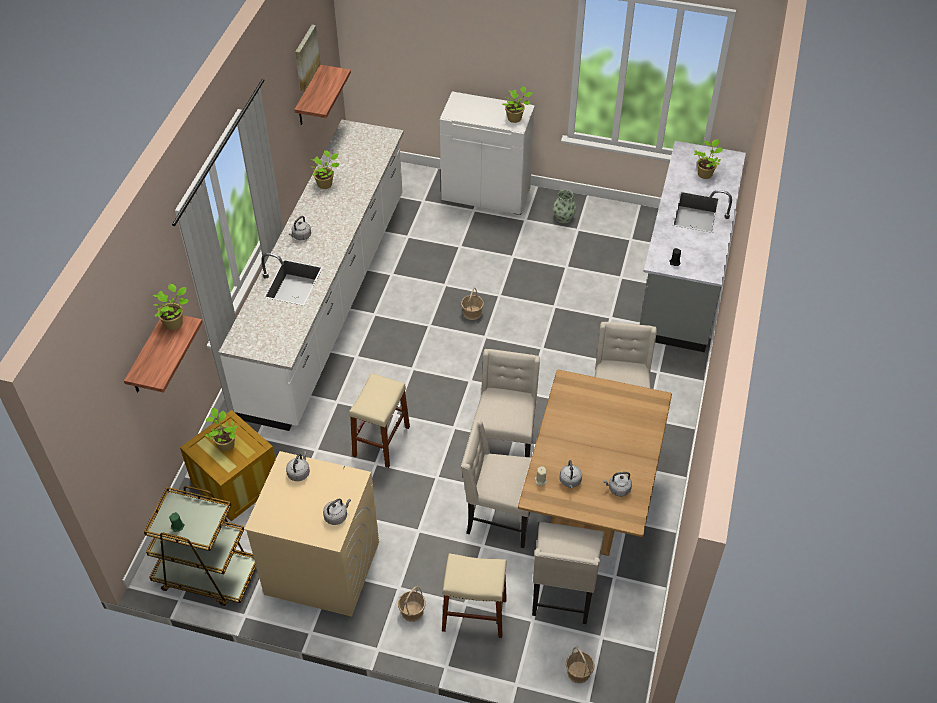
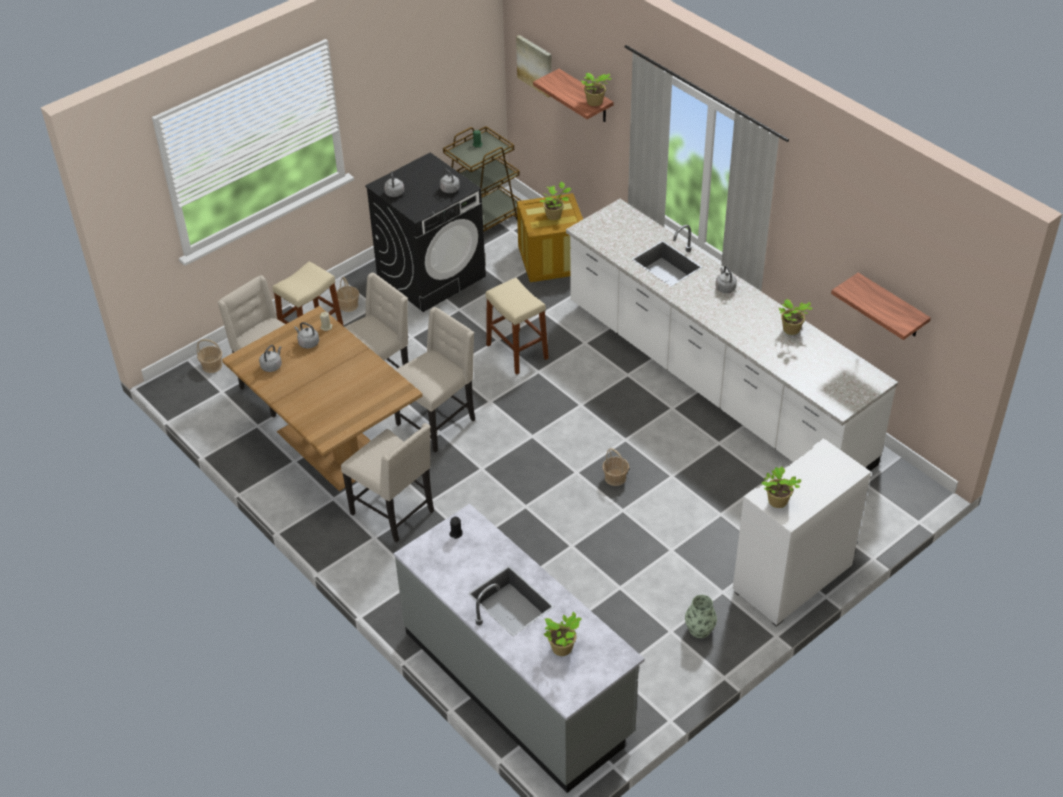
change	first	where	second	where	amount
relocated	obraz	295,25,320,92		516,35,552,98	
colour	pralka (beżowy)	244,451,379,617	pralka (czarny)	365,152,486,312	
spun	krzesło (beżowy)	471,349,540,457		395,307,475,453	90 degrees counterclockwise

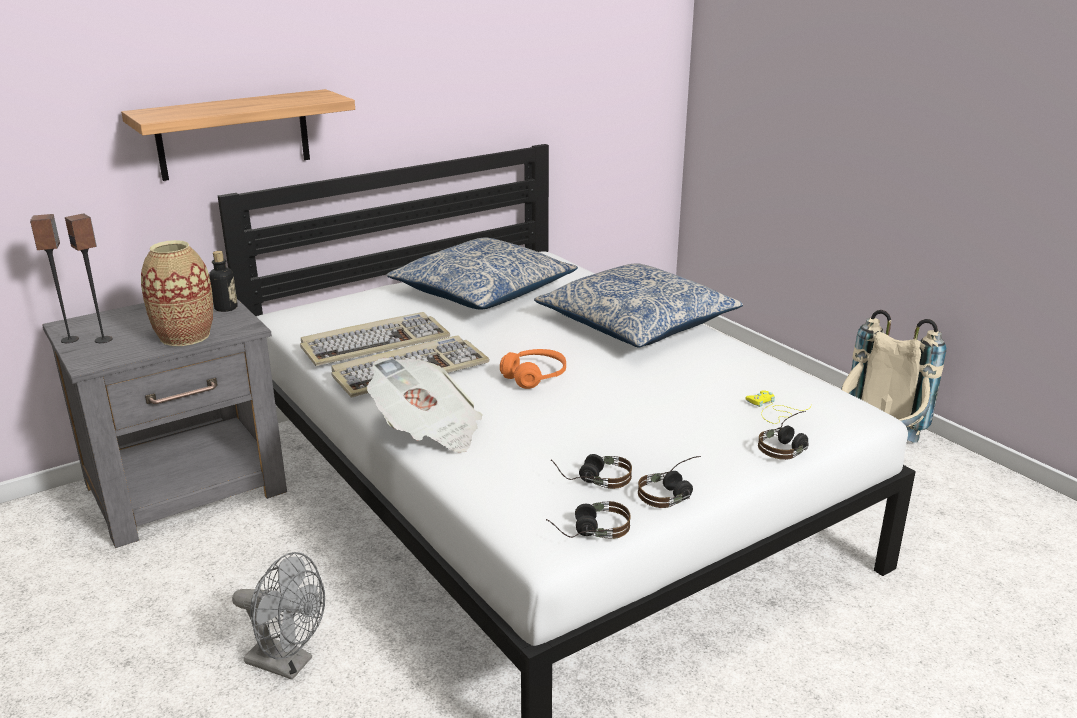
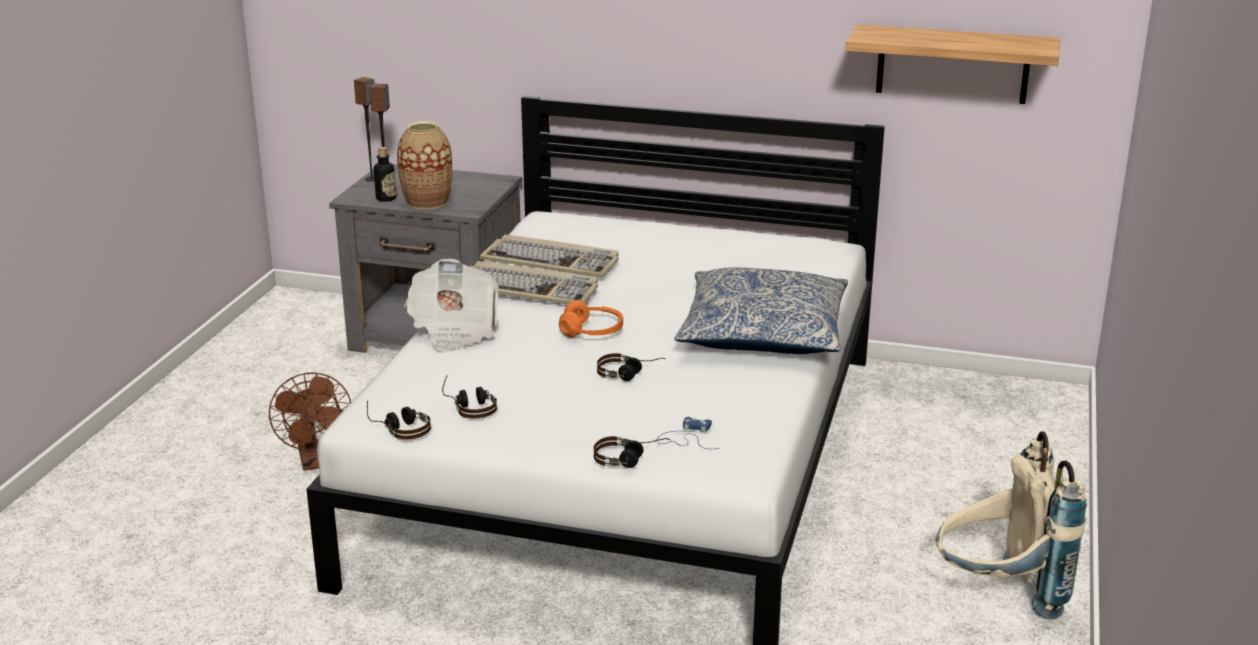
change	first	where	second	where	amount
missing	poduszka	387,238,578,309			
relocated	półka	121,89,355,181		845,24,1060,104	
relocated	butelka	209,251,238,312		374,147,396,202	
relocated	słuchawki	638,456,701,508		597,353,665,381	
colour	wentylator (szary)	232,552,325,680	wentylator (brązowy)	269,372,351,471	
colour	pad do gier (żółty)	745,390,811,424	pad do gier (niebieski)	657,417,718,449	

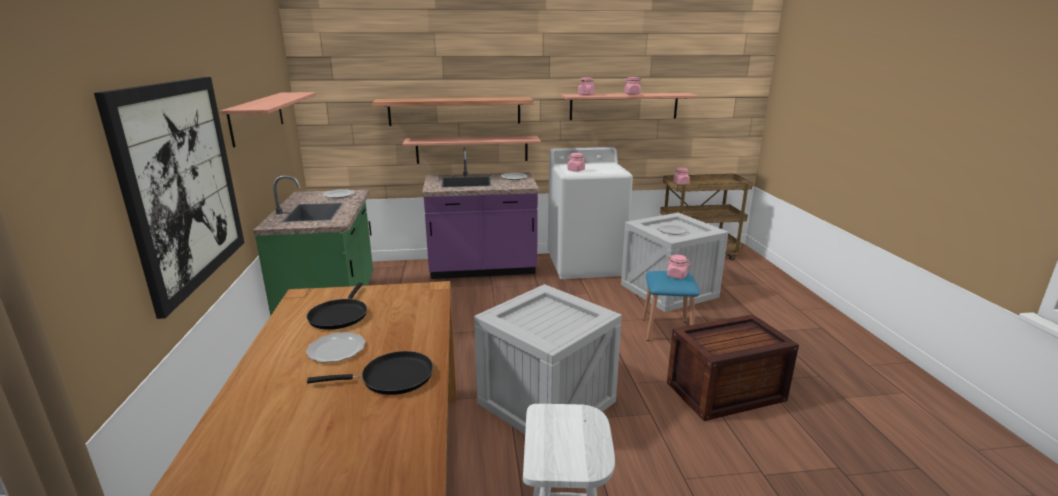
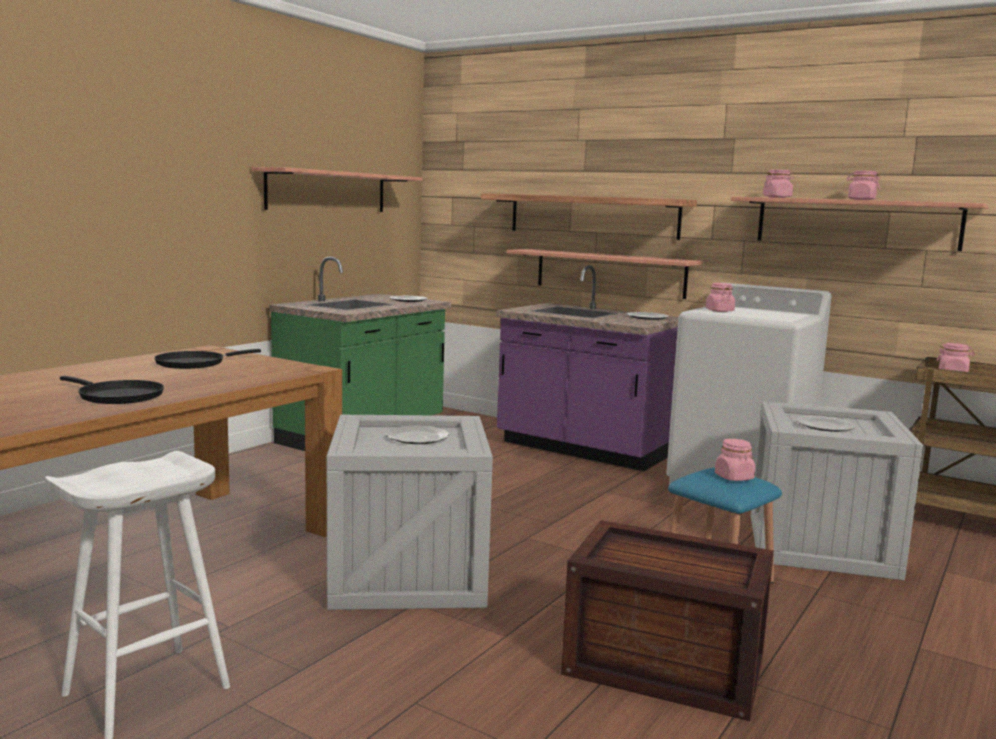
change	first	where	second	where	amount
missing	obraz	94,77,244,319			
relocated	talerz	306,332,366,362		386,425,449,444	

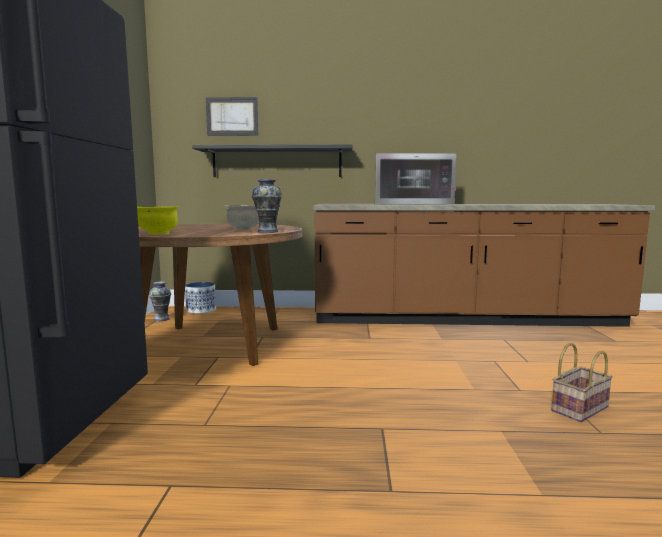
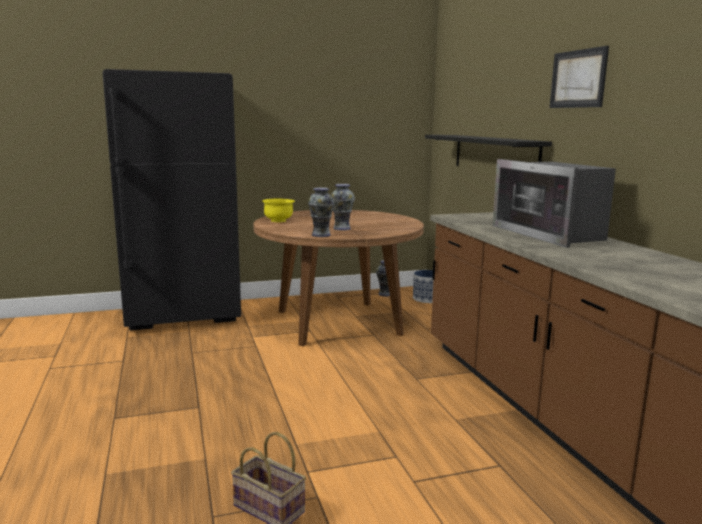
change	first	where	second	where	amount
relocated	obraz	206,97,258,136		550,46,609,108	
exchanged	miska (beżowy)	225,205,259,230	wazon	331,184,355,231	

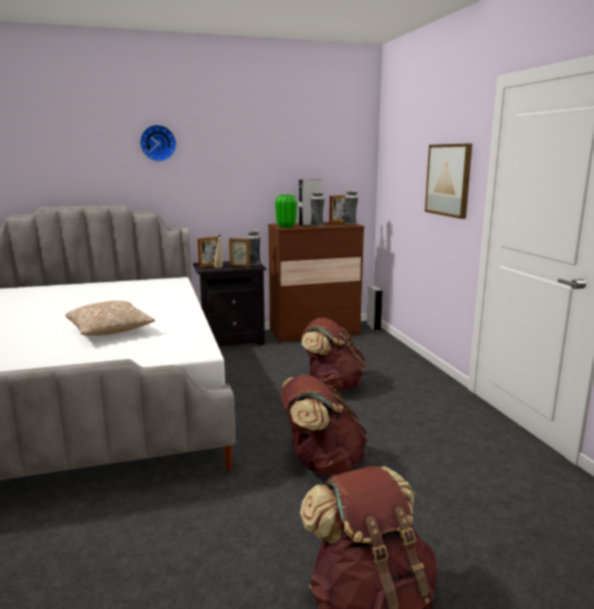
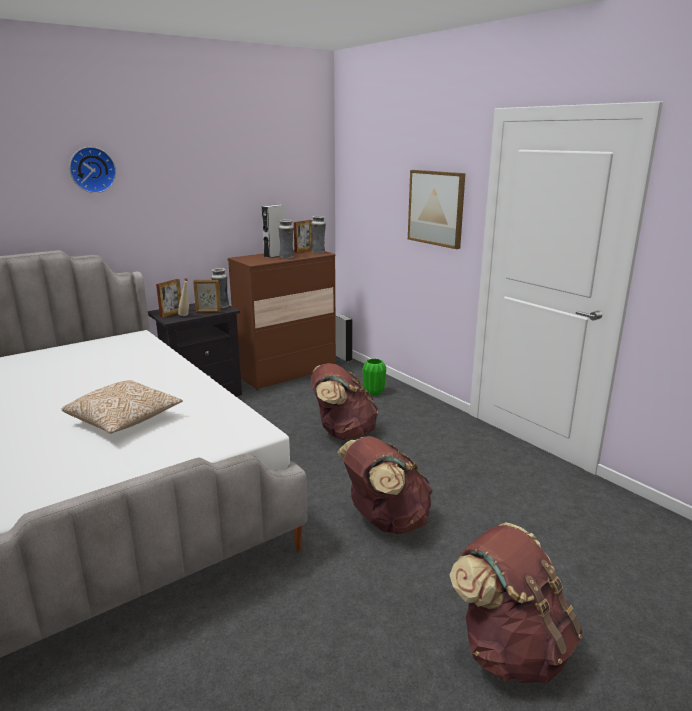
change	first	where	second	where	amount
relocated	wazon (zielony)	275,195,297,228		363,359,386,396	

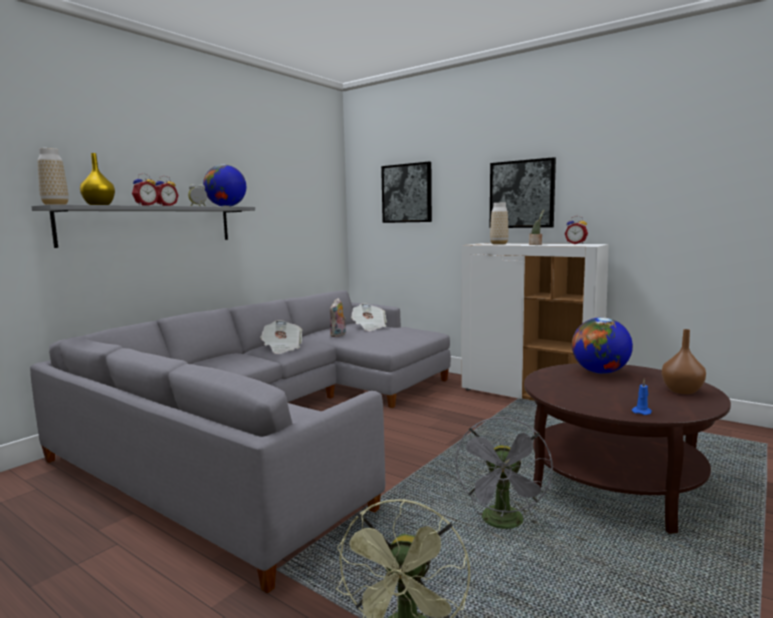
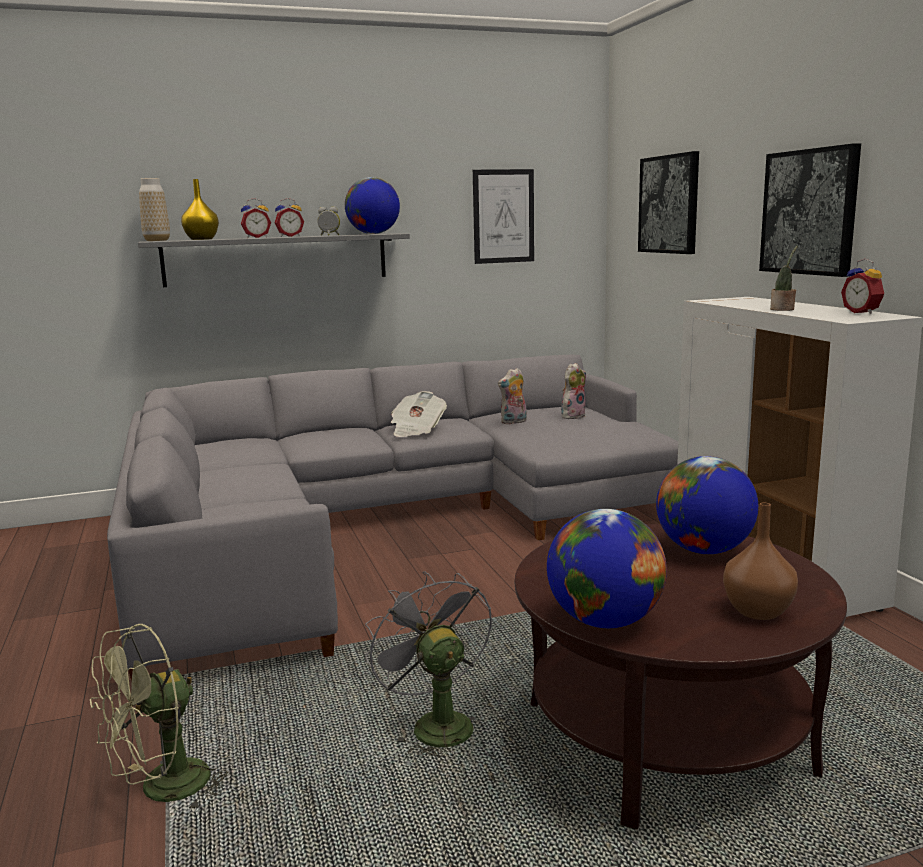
change	first	where	second	where	amount
missing	wazon	490,203,509,245			
appeared			obraz	473,169,534,264	
exchanged	gazeta	351,303,387,331	pluszak	561,363,586,419	
exchanged	świeca (niebieski)	632,380,652,415	globus	547,509,667,628	
spun	wentylator (szary)	455,417,553,529		365,571,492,760	105 degrees clockwise

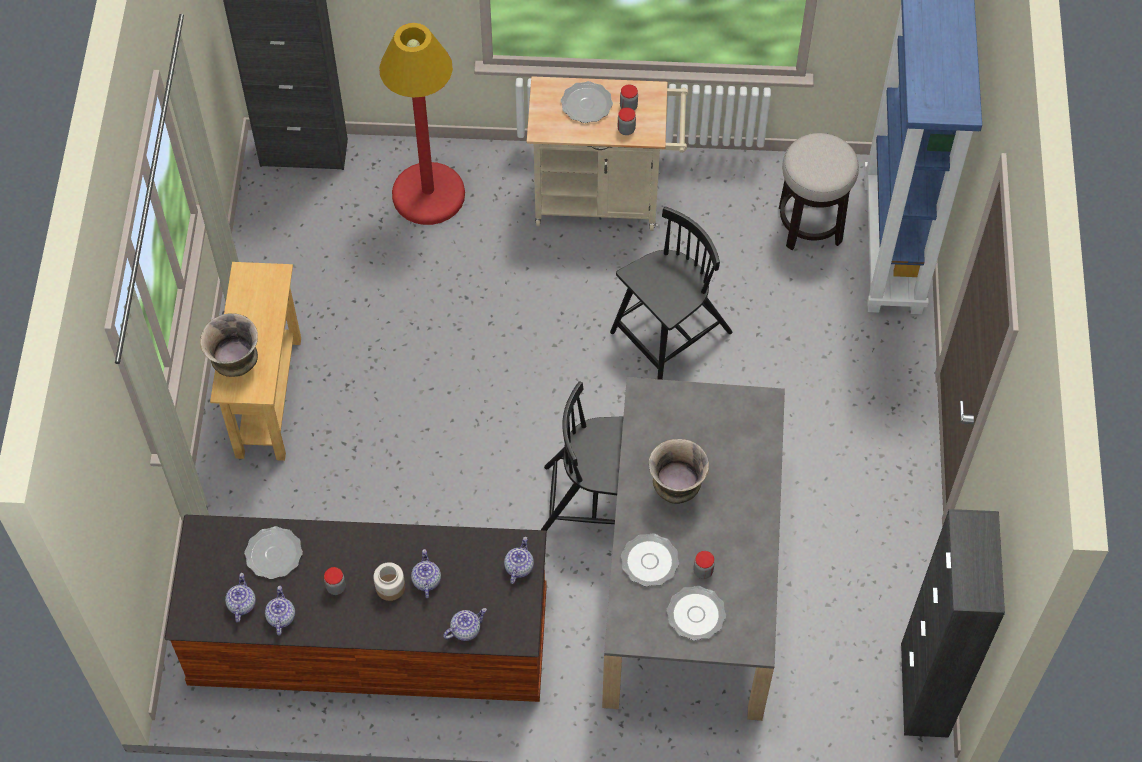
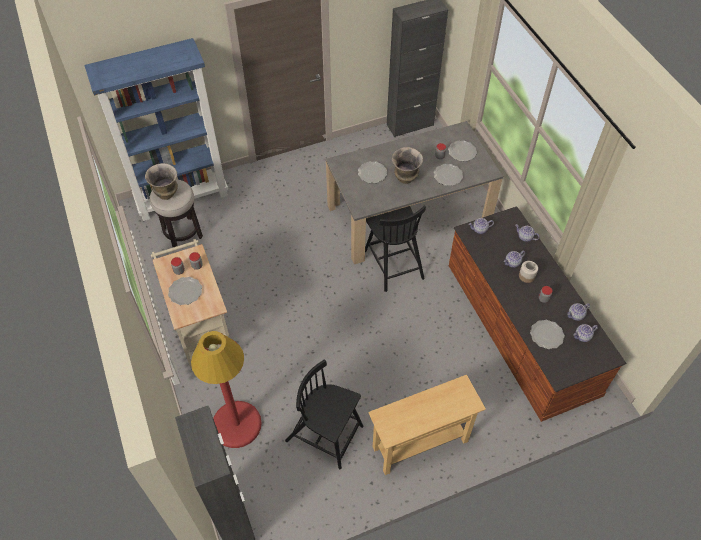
change	first	where	second	where	amount
appeared			talerz	358,161,387,183	
relocated	wazon	200,313,258,377		145,163,178,200	
relocated	krzesło (czarny)	610,206,732,380		285,359,364,469	

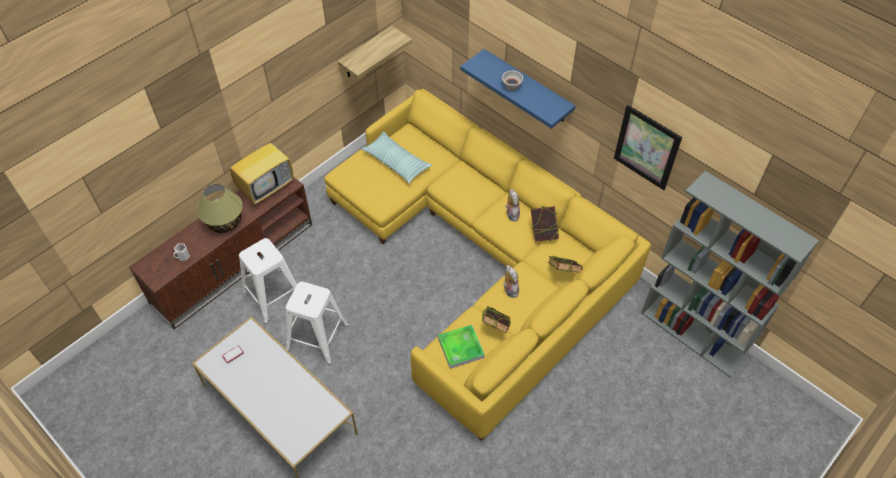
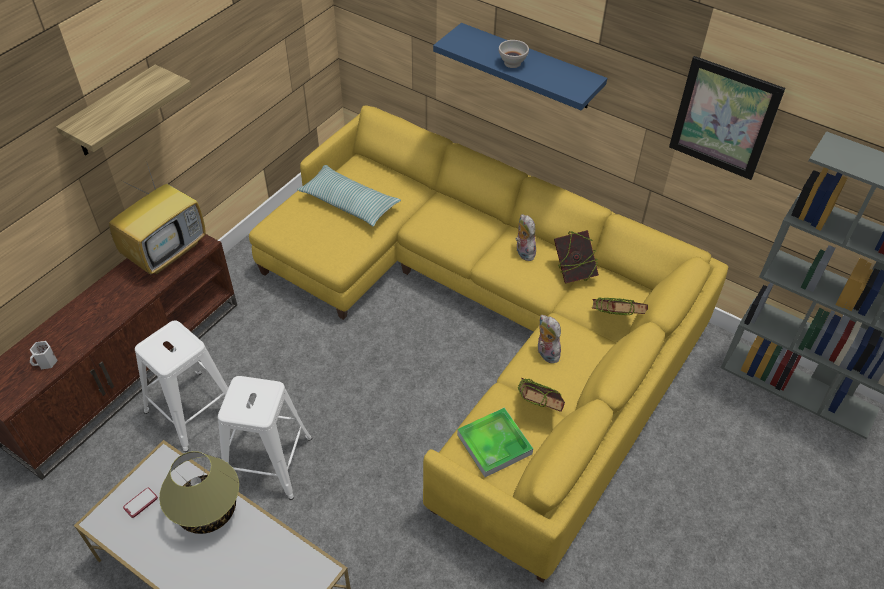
change	first	where	second	where	amount
relocated	lampa stołowa	197,184,242,233		159,451,239,534	
relocated	półka	338,26,412,79		56,64,191,156	

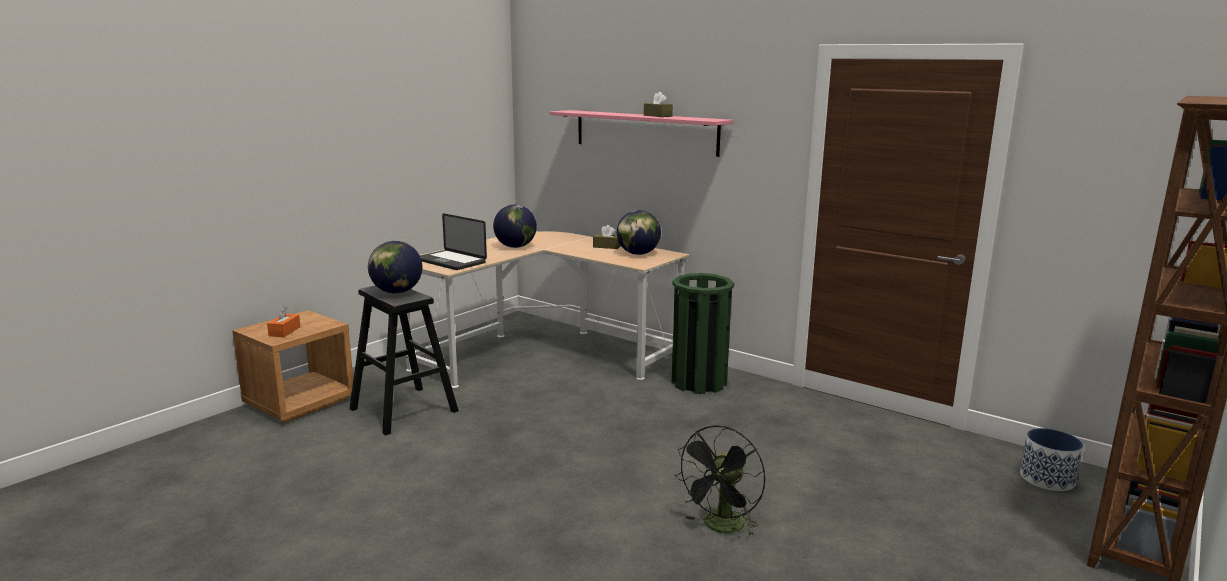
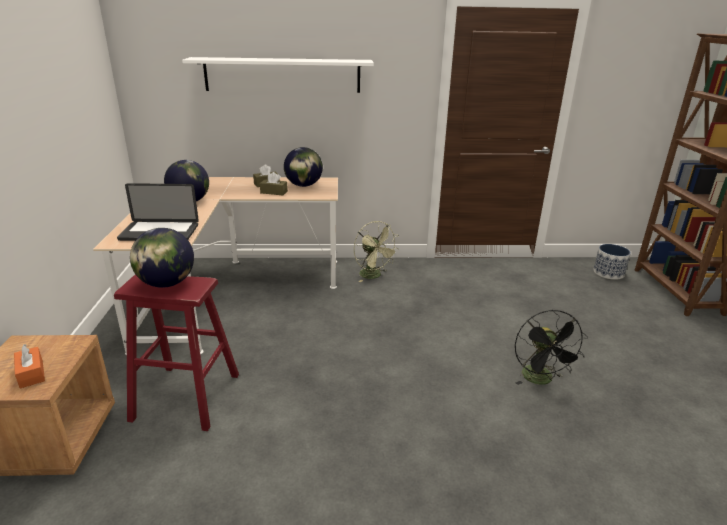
change	first	where	second	where	amount
relocated	pudełko chusteczek (brązowy)	644,92,673,117		260,172,288,195	
exchanged	kosz na śmieci (zielony)	671,273,734,394	wentylator (zielony)	354,221,399,282	
colour	stołek (czarny)	350,285,459,436	stołek (czerwony)	114,274,239,431	
colour	półka (różowy)	550,110,733,157	półka (biały)	182,57,374,93	

